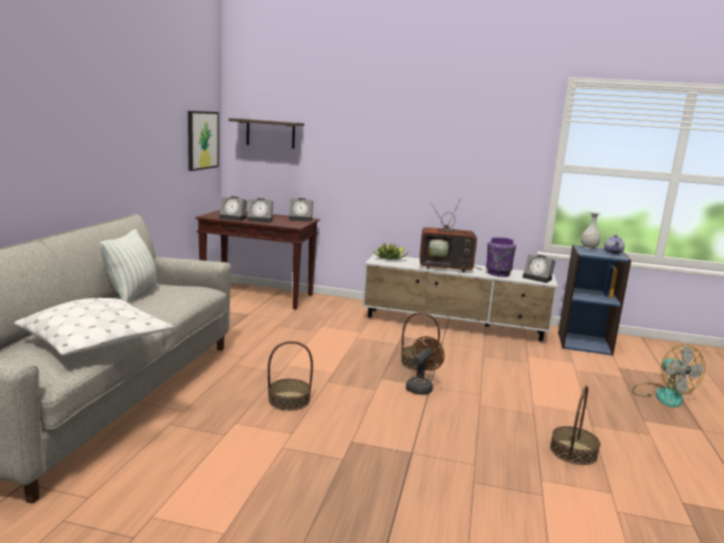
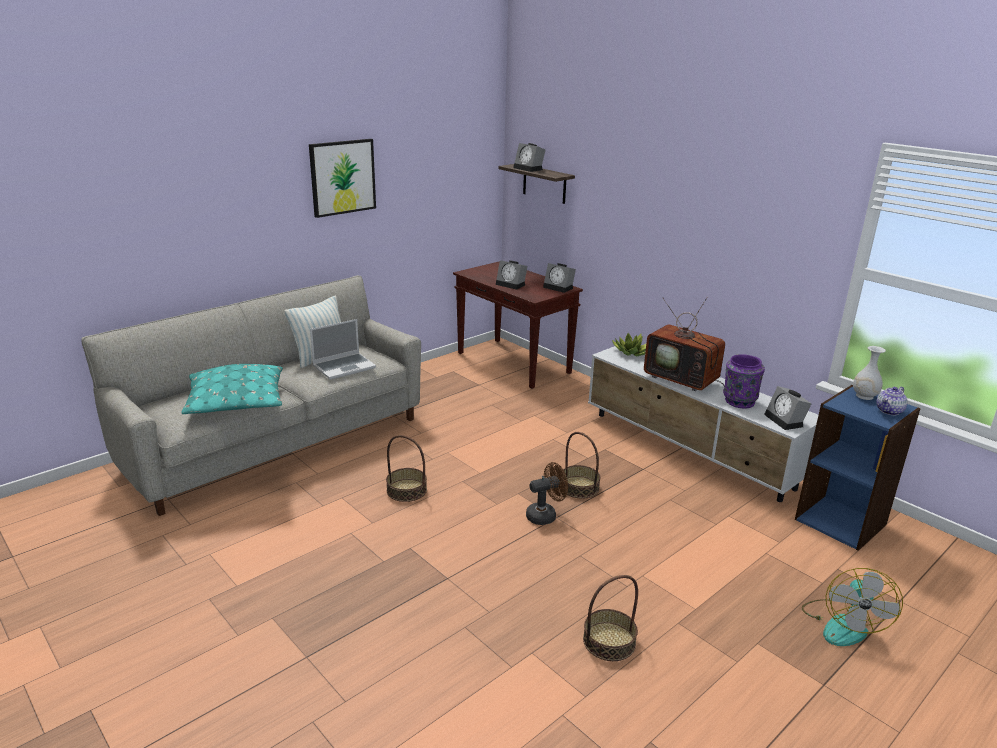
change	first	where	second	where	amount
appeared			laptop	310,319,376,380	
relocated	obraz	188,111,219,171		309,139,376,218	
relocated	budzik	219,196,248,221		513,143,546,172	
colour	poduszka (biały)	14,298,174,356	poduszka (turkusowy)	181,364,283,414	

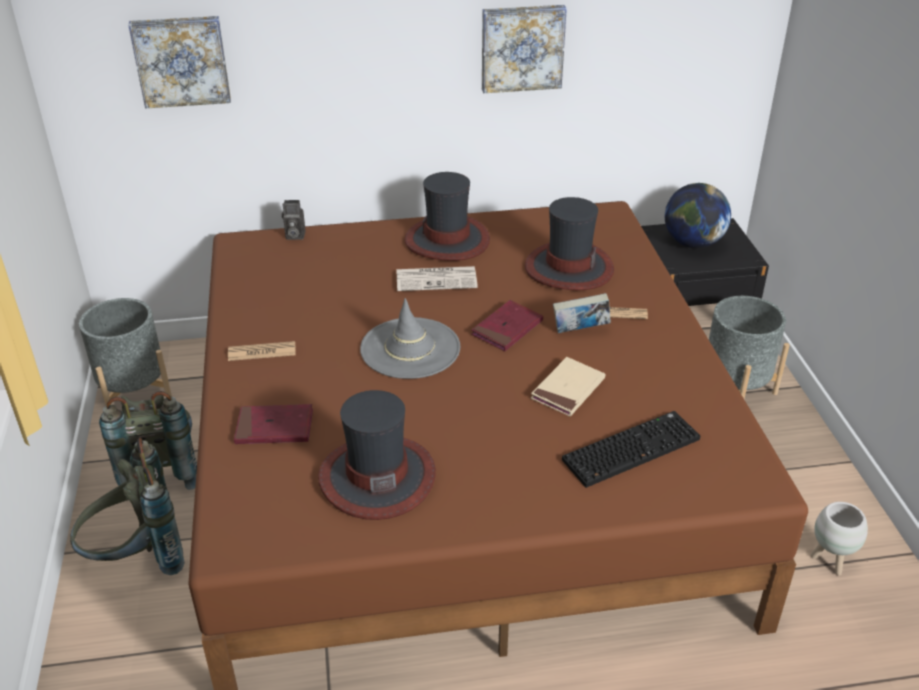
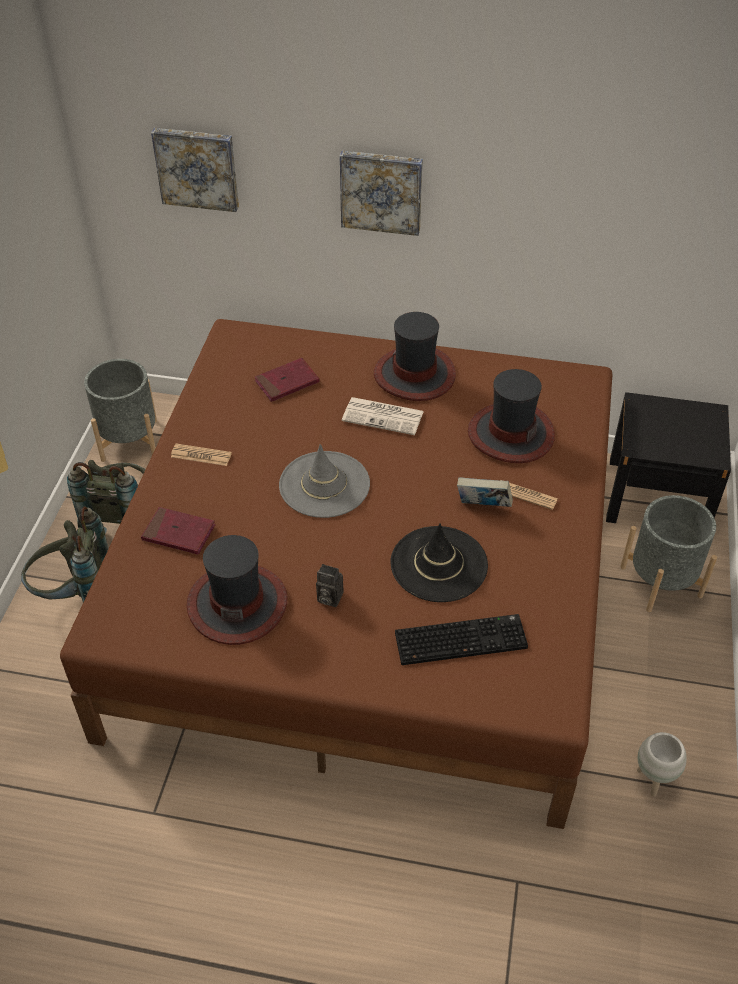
change	first	where	second	where	amount
missing	globus	665,183,731,248			
relocated	aparat fotograficzny	282,200,305,240		316,564,344,607	
relocated	książka (czerwony)	471,300,543,351		254,358,319,402	
relocated	obraz	482,5,567,93		340,151,423,236	
exchanged	książka (beżowy)	531,357,605,417	kapelusz (czarny)	391,523,488,602	

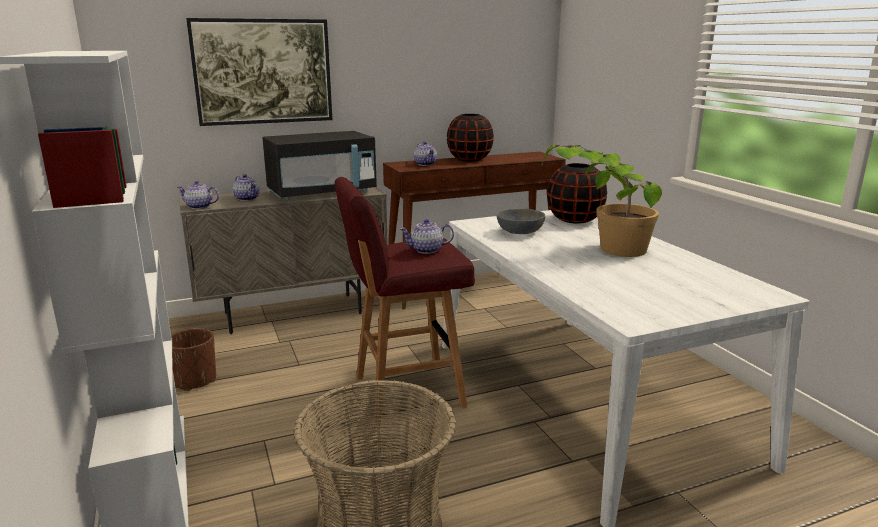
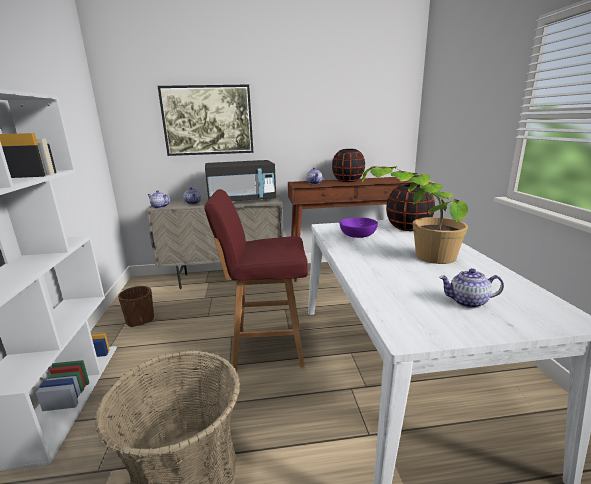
change	first	where	second	where	amount
relocated	imbryk	400,219,454,254		439,268,504,308	
colour	miska (szary)	497,209,545,234	miska (fioletowy)	339,218,378,238	

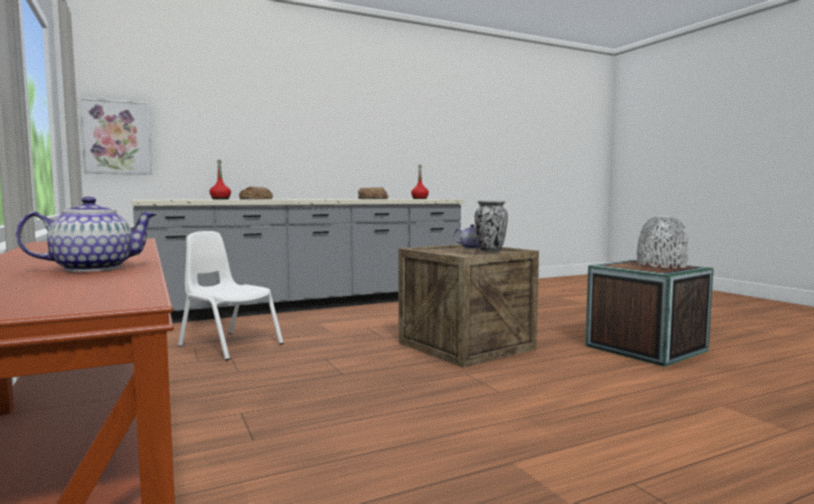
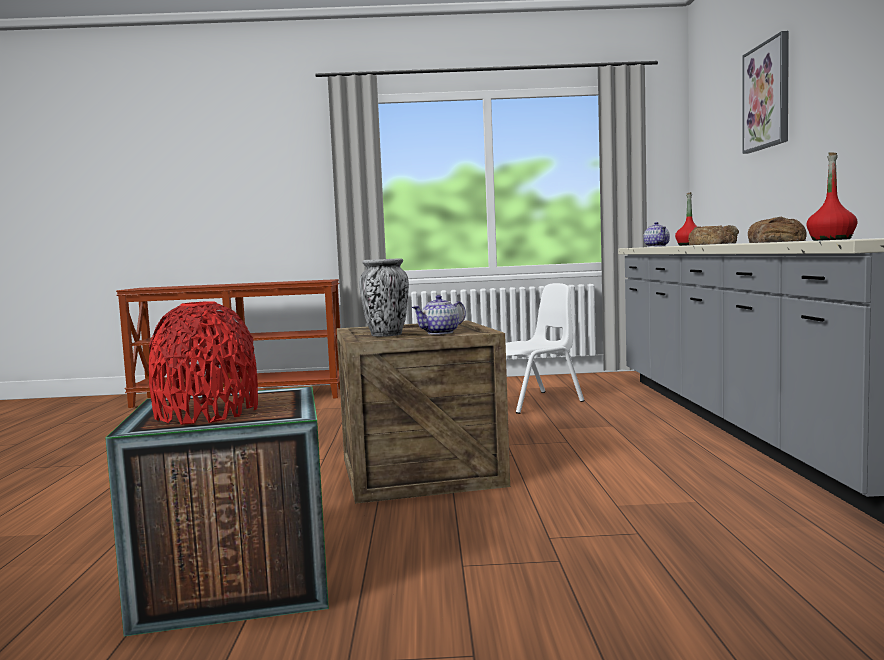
change	first	where	second	where	amount
relocated	imbryk	16,196,157,272		643,222,670,247	
relocated	obraz	80,98,152,175		742,31,789,154	
colour	wazon (szary)	637,216,689,269	wazon (czerwony)	149,301,258,425	

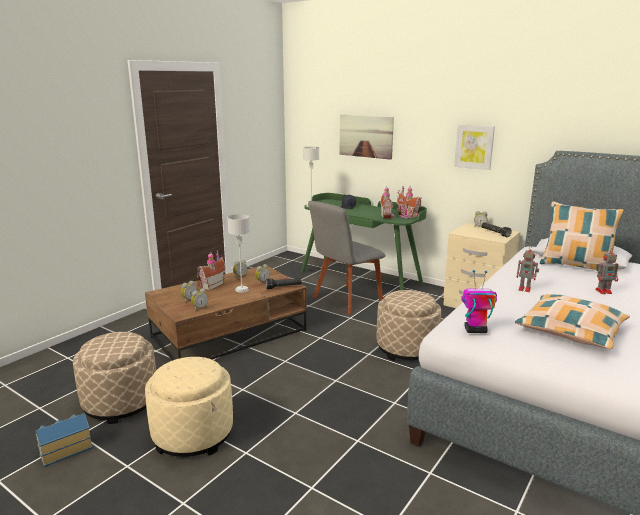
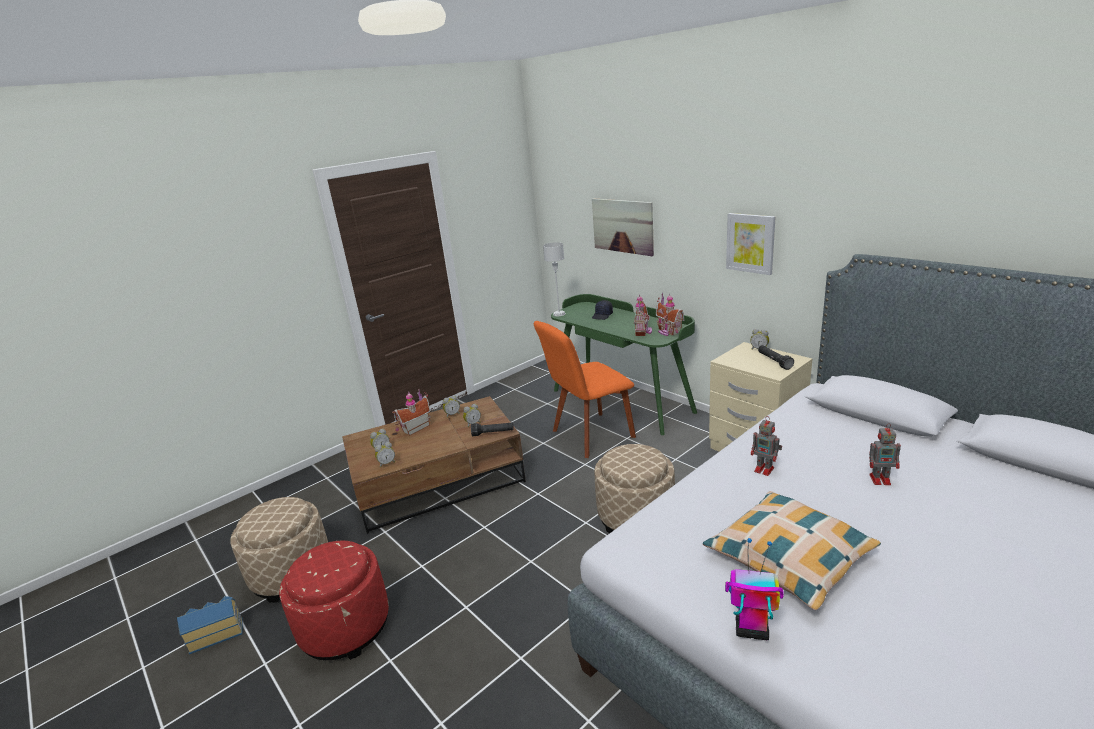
change	first	where	second	where	amount
missing	lampa stołowa (szary)	227,214,250,293			
missing	poduszka	540,201,624,271			
relocated	robot zabawkowy	461,270,497,333		725,538,784,640	
colour	pufa (beżowy)	145,357,233,457	pufa (czerwony)	279,540,389,660	
colour	krzesło (szary)	308,201,386,314	krzesło (pomarańczowy)	534,321,636,458	

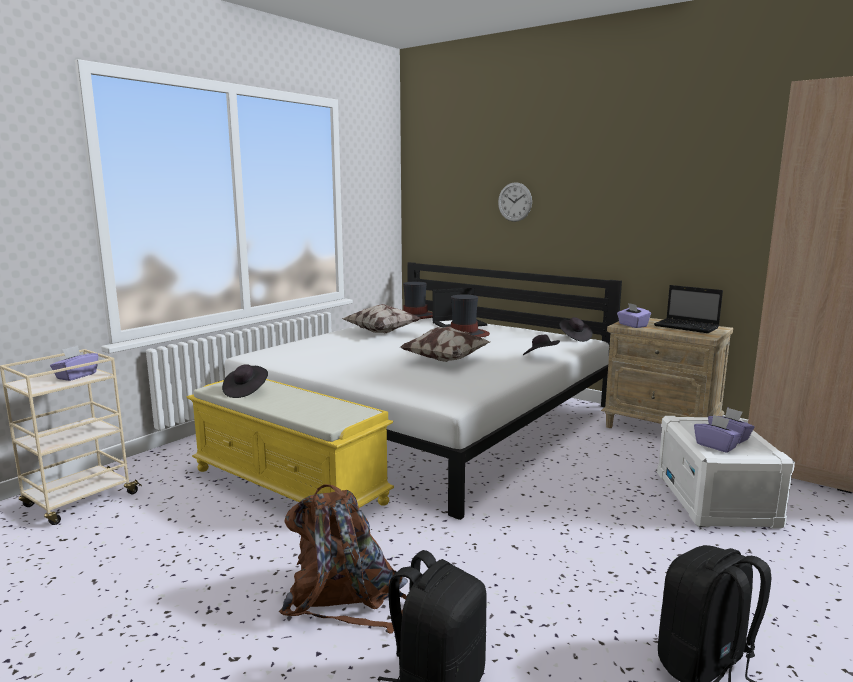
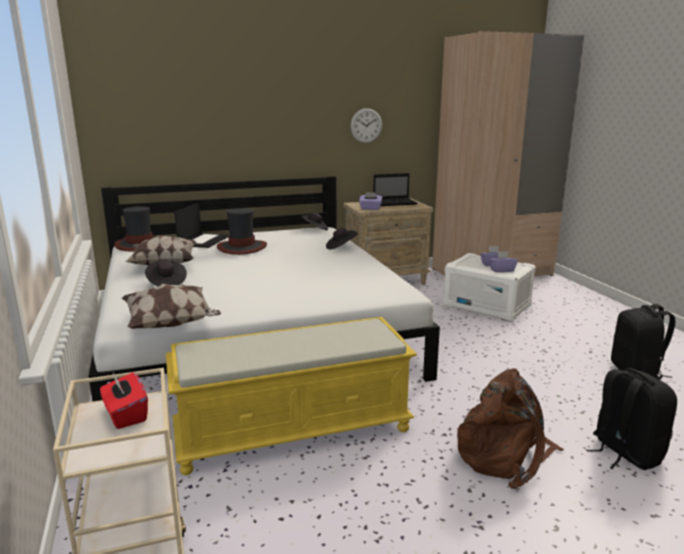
change	first	where	second	where	amount
relocated	kapelusz (czarny)	222,364,268,398		145,259,187,286	
relocated	poduszka	400,327,490,362		122,284,221,329	
relocated	zegar ścienny	498,182,532,222		350,108,382,143	
colour	pudełko chusteczek (fioletowy)	50,345,98,381	pudełko chusteczek (czerwony)	100,372,148,429	

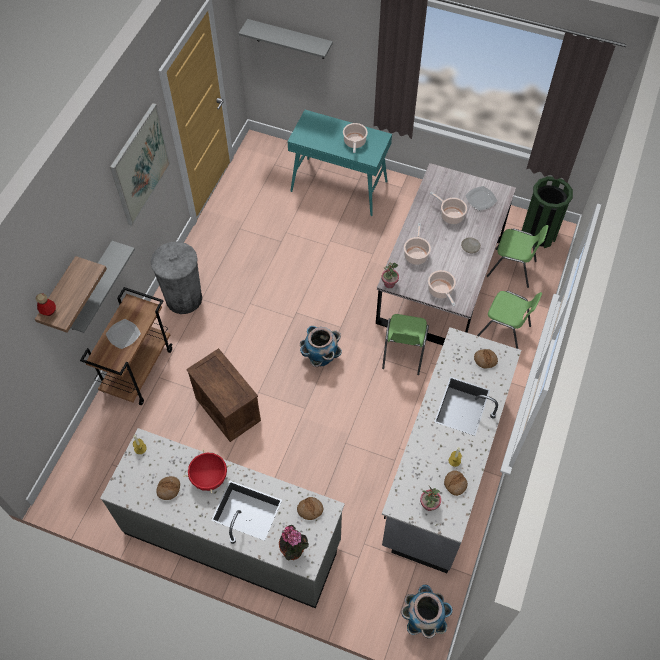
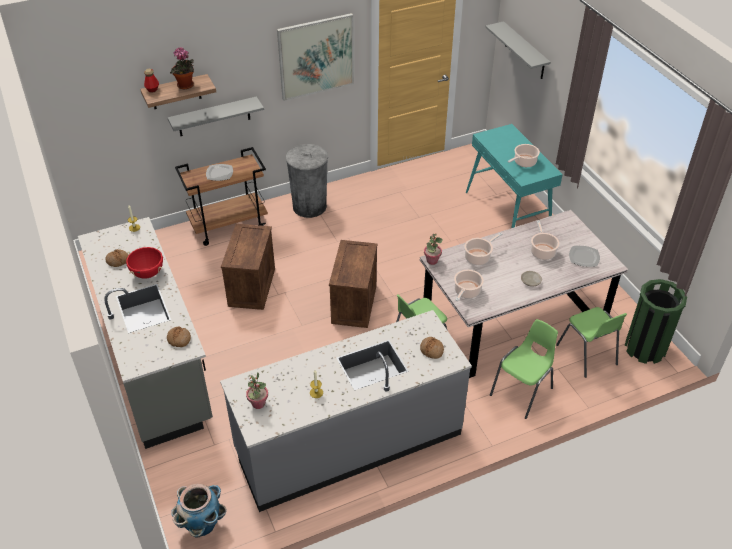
change	first	where	second	where	amount
missing	chleb	444,471,468,496			
relocated	roślina doniczkowa	279,525,309,560		170,47,194,90	
exchanged	donica	300,326,342,367	skrzynka	329,240,377,328	
spun	krzesło (zielony)	477,291,542,349		490,319,558,419	120 degrees counterclockwise

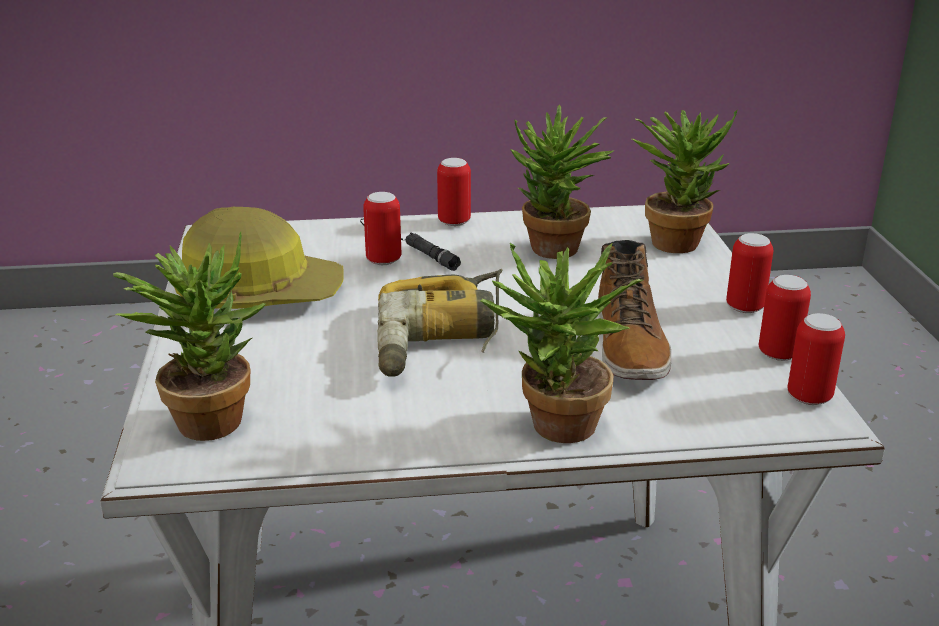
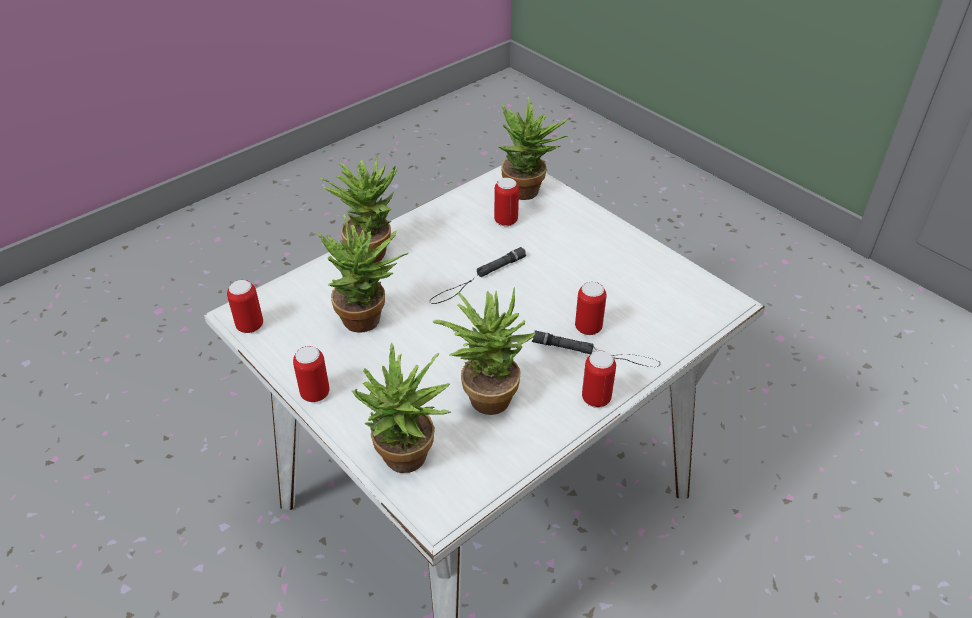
change	first	where	second	where	amount
missing	kask	174,207,344,309			
relocated	puszka	759,275,811,361		494,178,519,226	
exchanged	wiertarka	377,269,503,377	latarka (czarny)	430,247,526,304	
exchanged	but z cholewką	598,240,671,380	roślina doniczkowa	317,214,408,333	

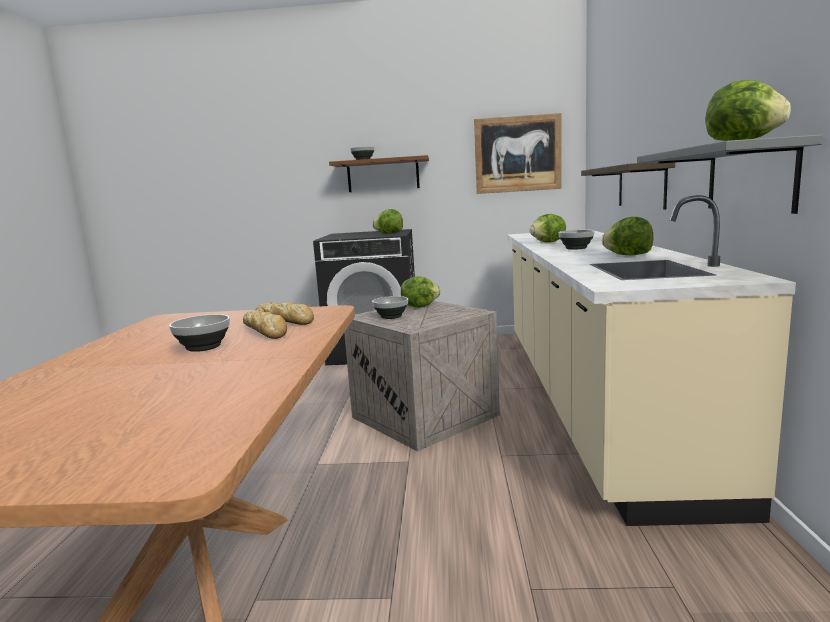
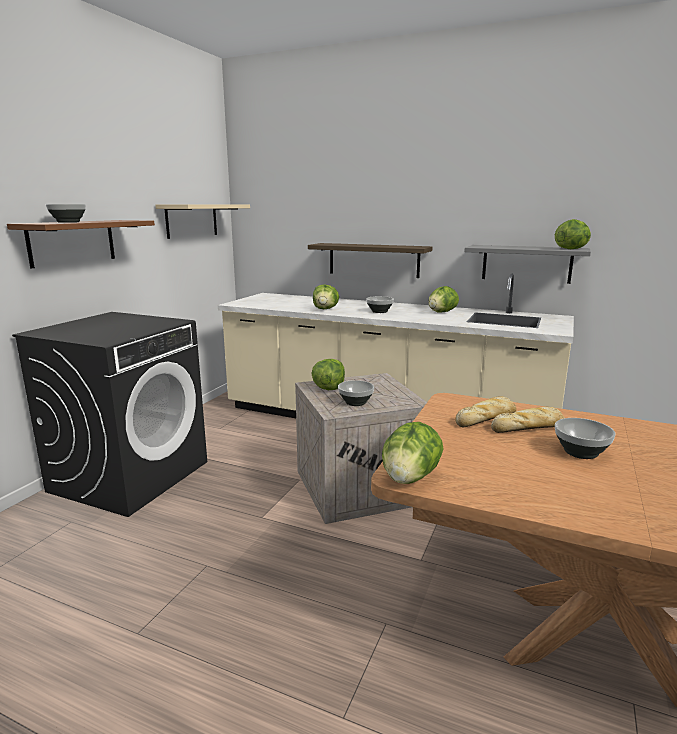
change	first	where	second	where	amount
relocated	sałata	373,209,403,234		382,422,444,484	
exchanged	obraz	474,113,562,194	półka (beżowy)	155,204,250,239	

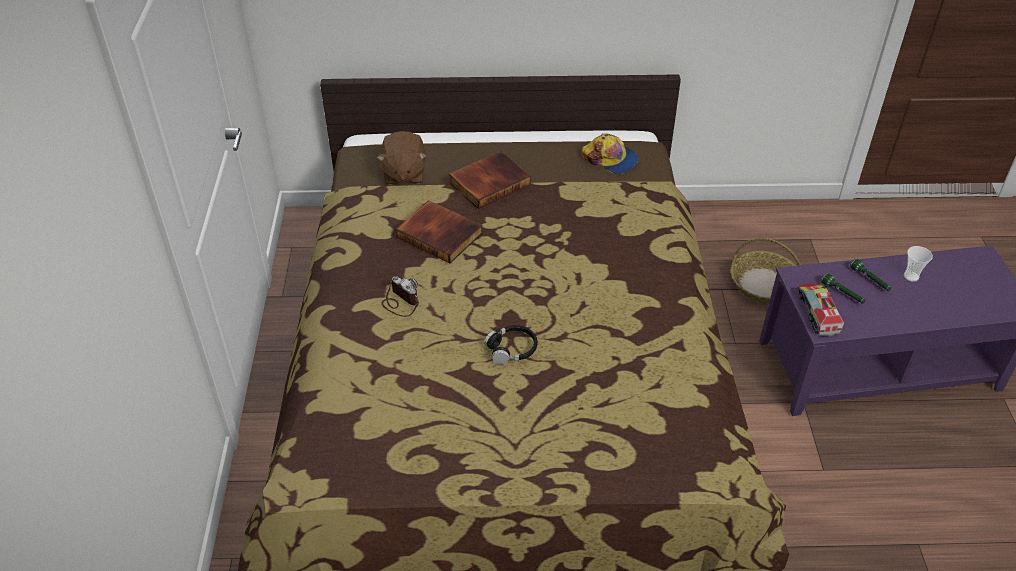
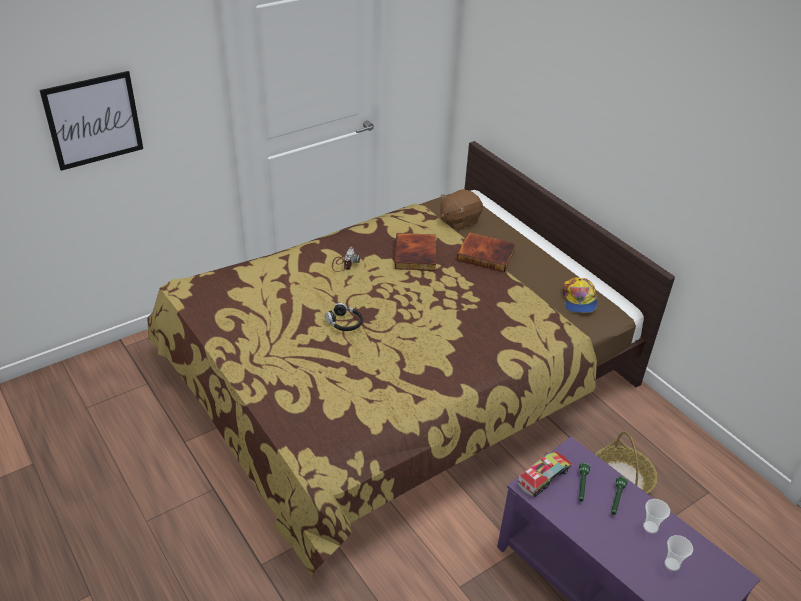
change	first	where	second	where	amount
appeared			obraz	39,71,143,171	
appeared			filiżanka	664,535,693,571	

